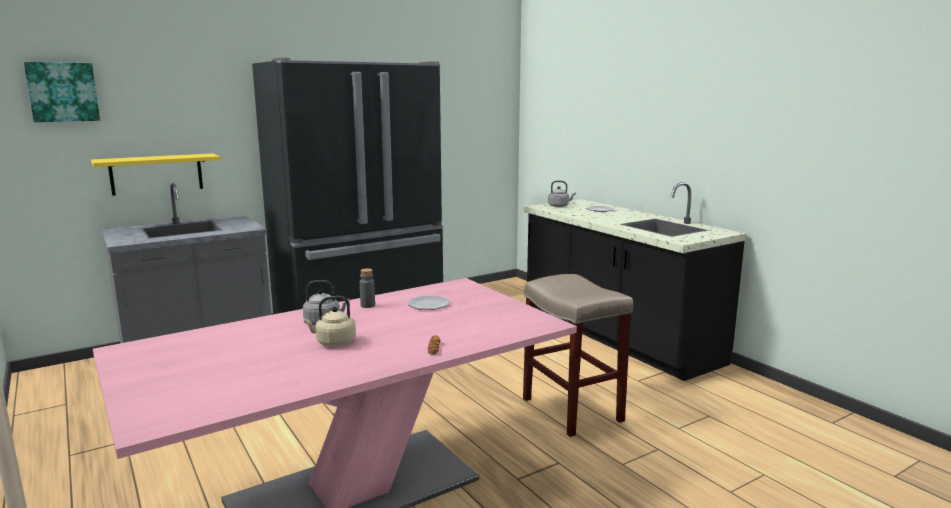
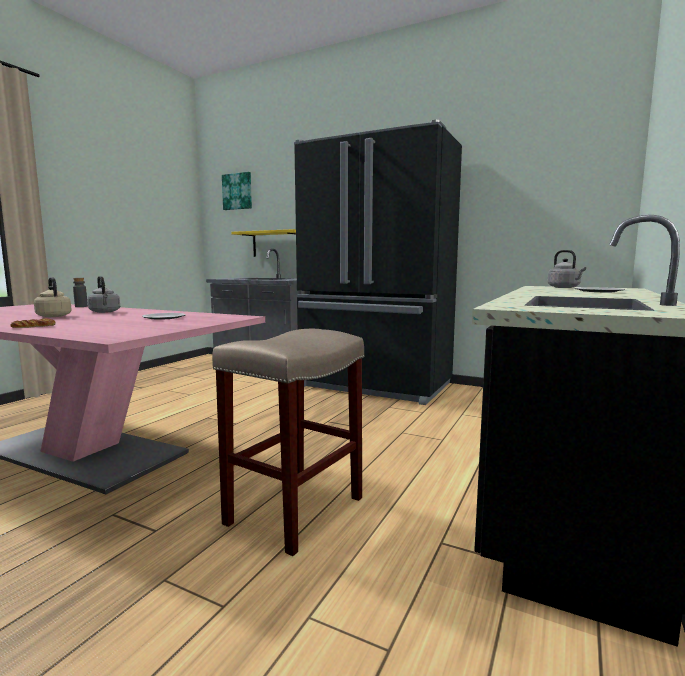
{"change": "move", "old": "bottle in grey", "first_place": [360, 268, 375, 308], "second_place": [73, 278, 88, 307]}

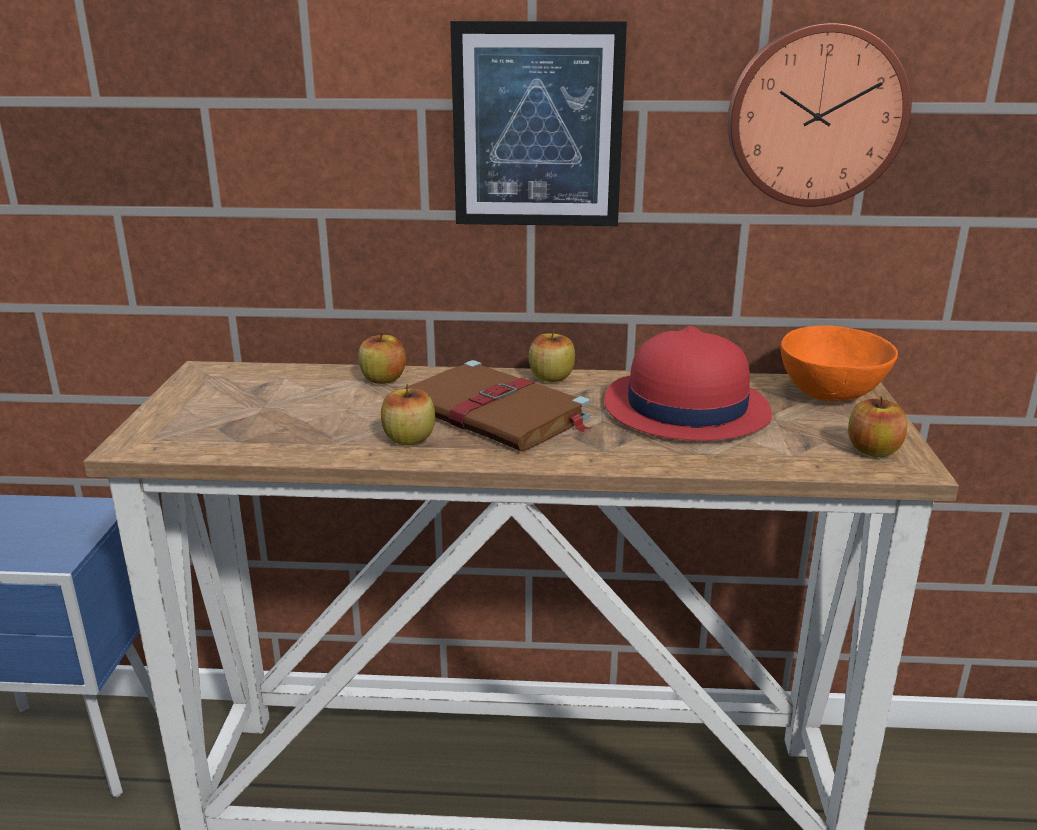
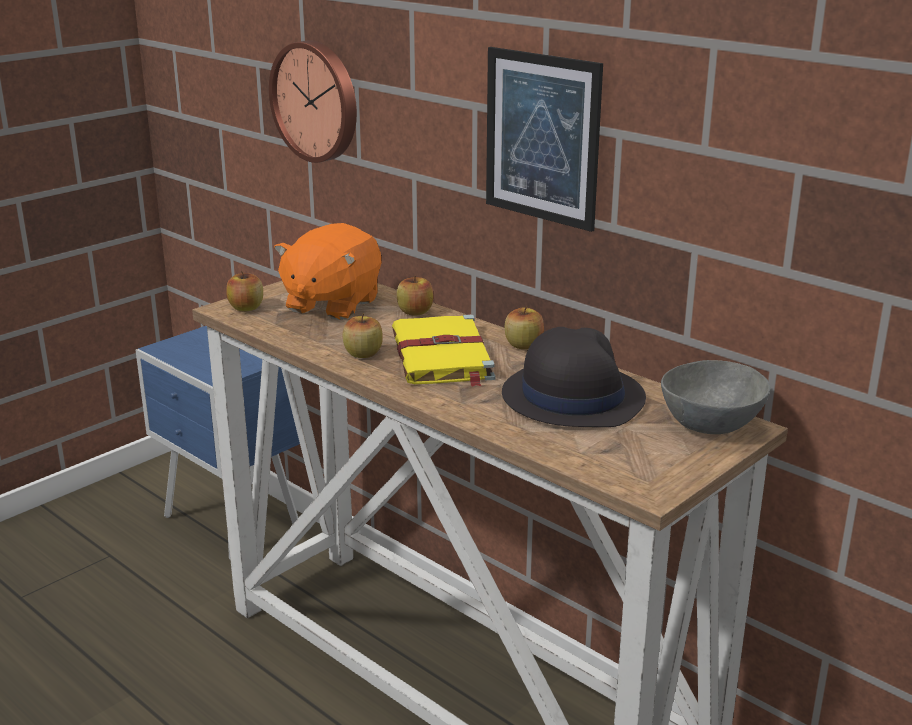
{"change": "recolor", "old": "bound book in brown", "new": "bound book in yellow-coloured", "first_place": [404, 360, 592, 451], "second_place": [392, 314, 495, 387]}
{"change": "recolor", "old": "wearable hat in red", "new": "wearable hat in blackish", "first_place": [604, 326, 772, 441], "second_place": [502, 327, 646, 427]}
{"change": "move", "old": "wall clock", "first_place": [728, 22, 911, 207], "second_place": [269, 40, 357, 163]}
{"change": "recolor", "old": "bowl in orangey", "new": "bowl in grey", "first_place": [780, 325, 898, 402], "second_place": [661, 360, 770, 434]}
{"change": "move", "old": "apple", "first_place": [848, 396, 907, 457], "second_place": [226, 271, 263, 311]}
{"change": "insert", "new": "plush toy in orangey", "second_place": [274, 223, 382, 320]}

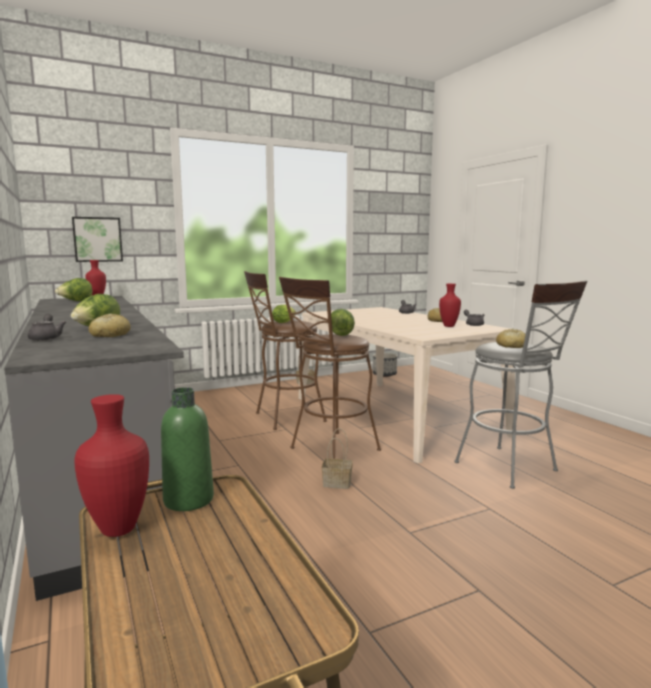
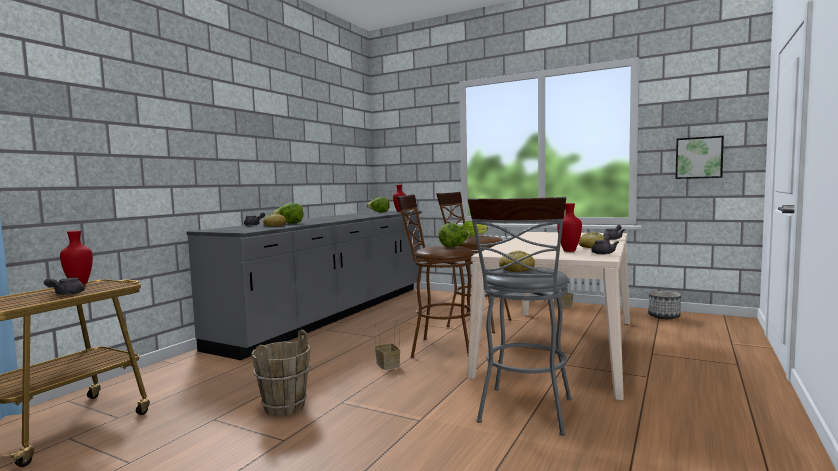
{"change": "move", "old": "wall picture", "first_place": [72, 217, 123, 262], "second_place": [676, 136, 724, 179]}
{"change": "delete", "old": "bottle in green", "first_place": [161, 387, 214, 511]}
{"change": "insert", "new": "pot for tea in grey", "second_place": [44, 278, 85, 295]}
{"change": "insert", "new": "water bucket in brown", "second_place": [251, 330, 311, 416]}

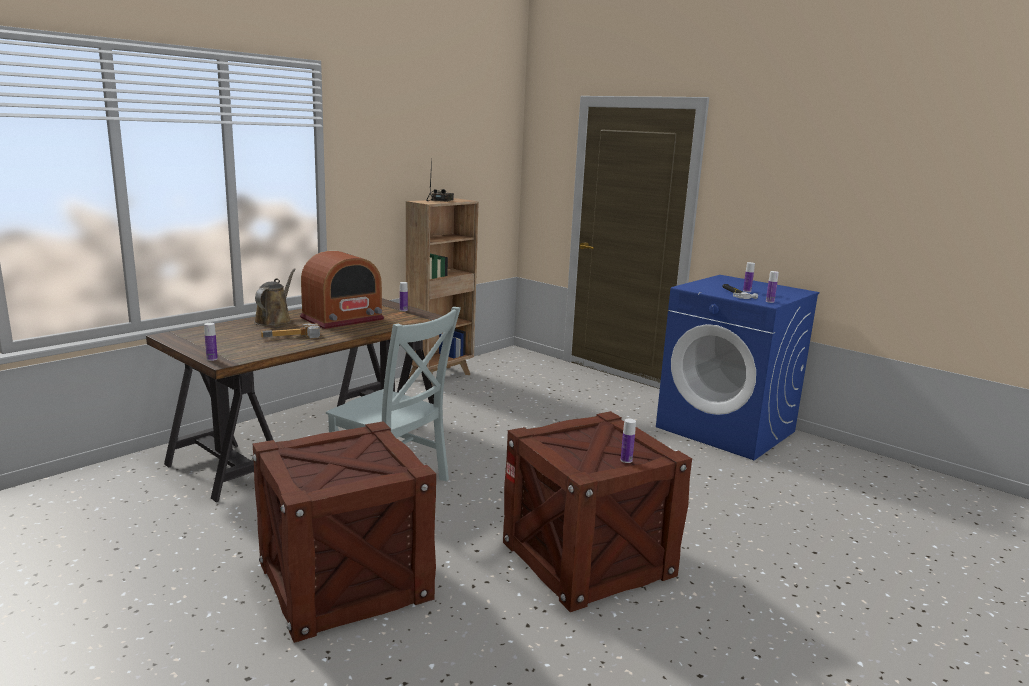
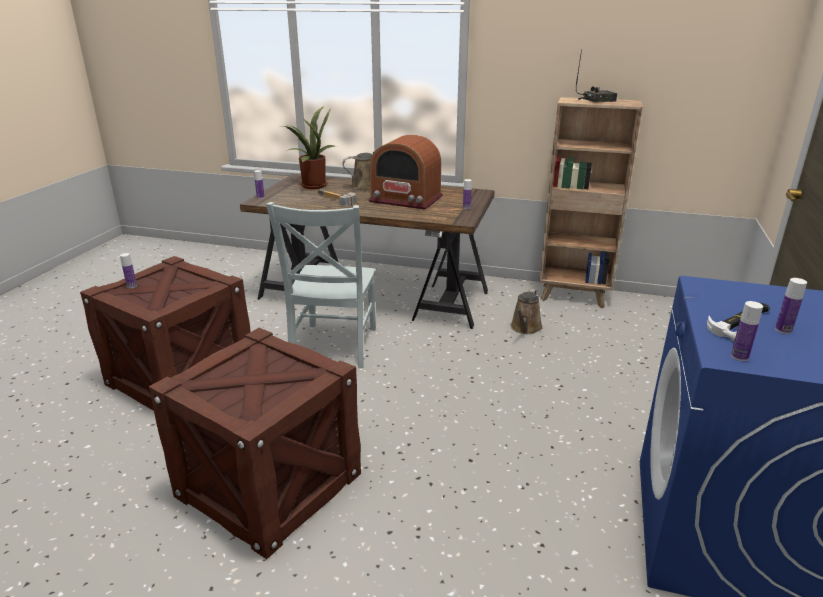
{"change": "move", "old": "bottle", "first_place": [621, 419, 636, 463], "second_place": [120, 253, 137, 288]}
{"change": "insert", "new": "potted plant", "second_place": [279, 106, 335, 189]}
{"change": "insert", "new": "watering can in brown", "second_place": [510, 289, 543, 334]}

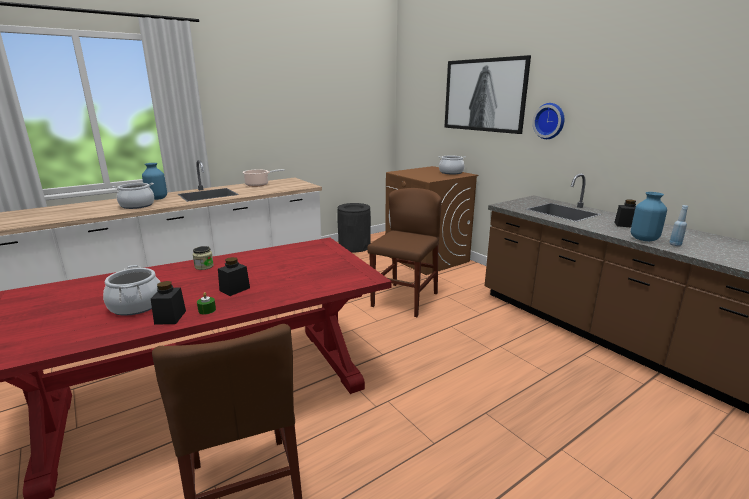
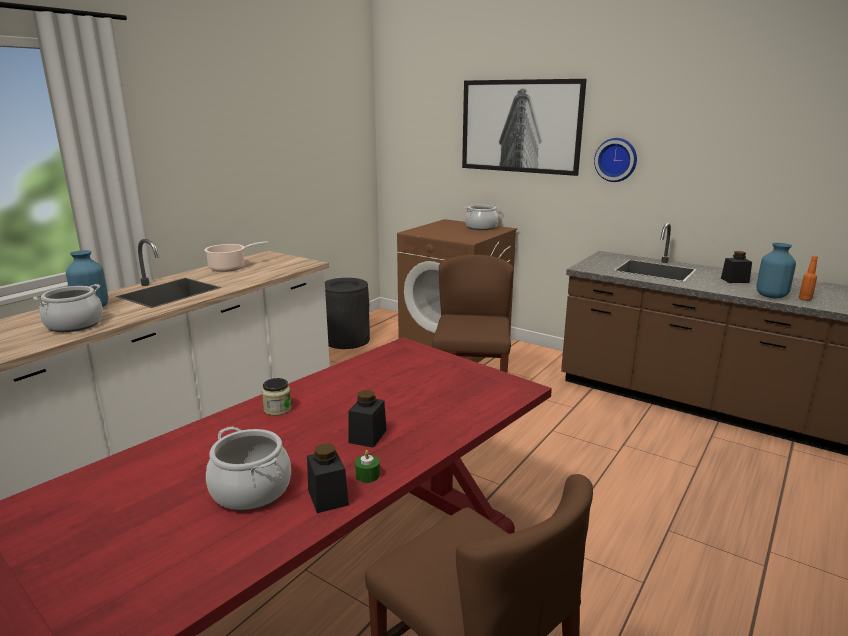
{"change": "recolor", "old": "bottle in blue-coloured", "new": "bottle in orangey", "first_place": [669, 205, 688, 246], "second_place": [799, 256, 818, 301]}

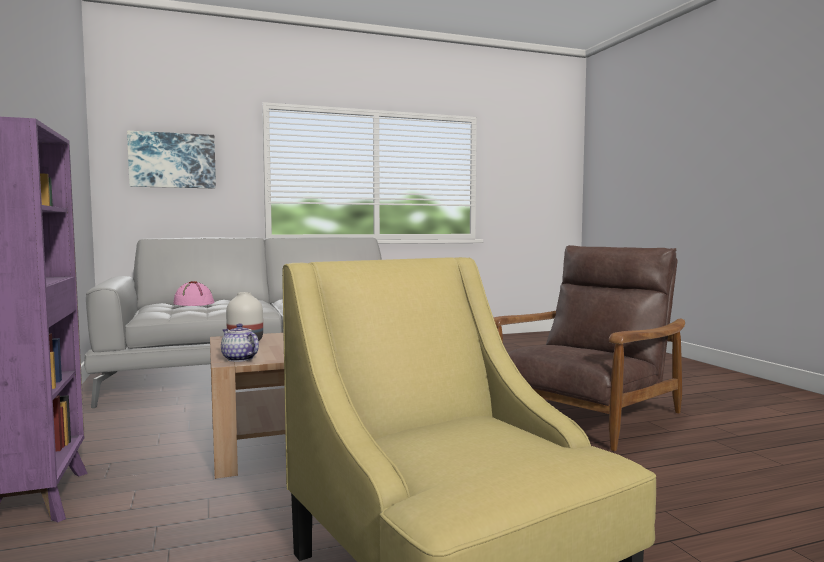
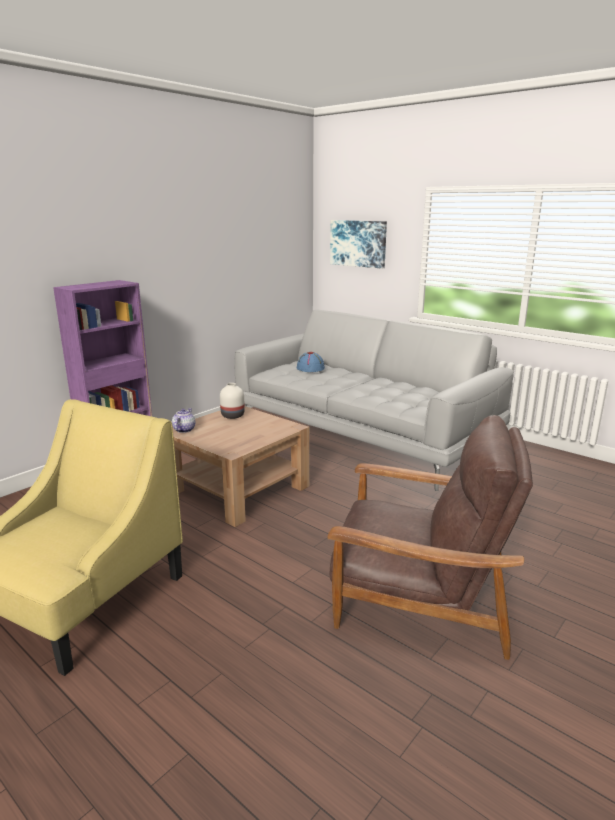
{"change": "recolor", "old": "wearable hat in pink-coloured", "new": "wearable hat in blue-coloured", "first_place": [173, 281, 214, 306], "second_place": [297, 352, 325, 372]}

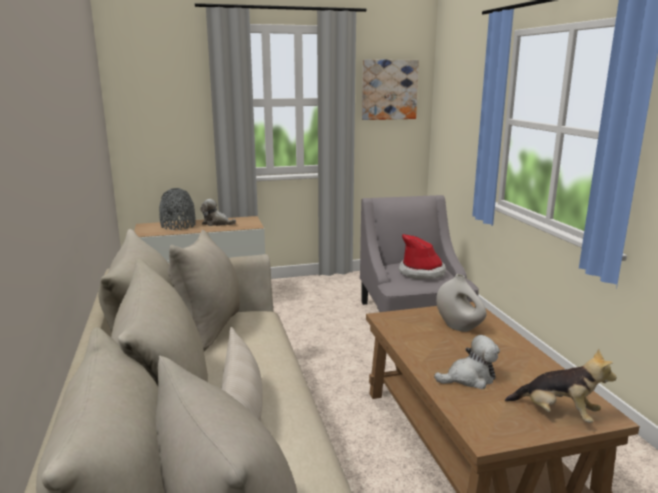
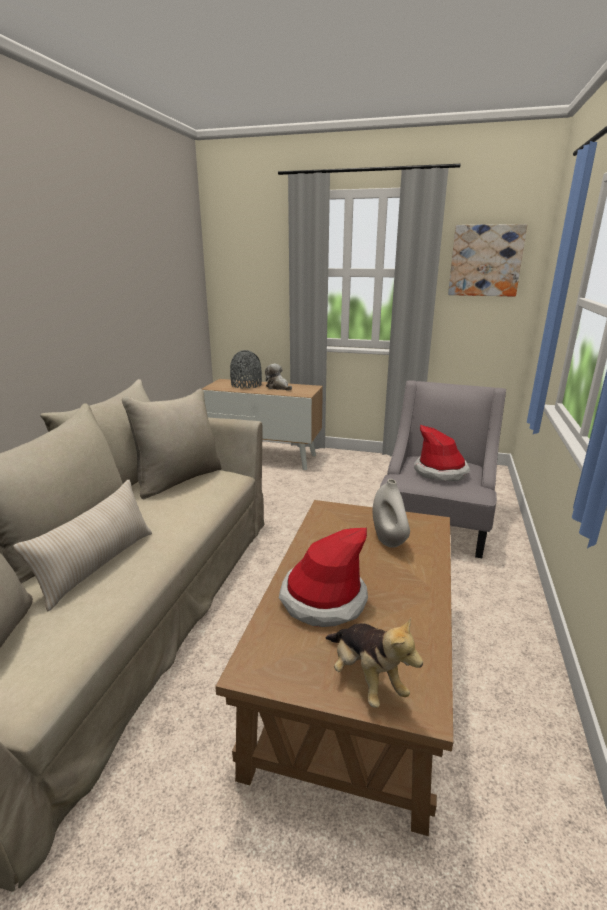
{"change": "replace", "old": "plush toy", "new": "wearable hat", "first_place": [434, 335, 500, 389], "second_place": [279, 528, 368, 627]}

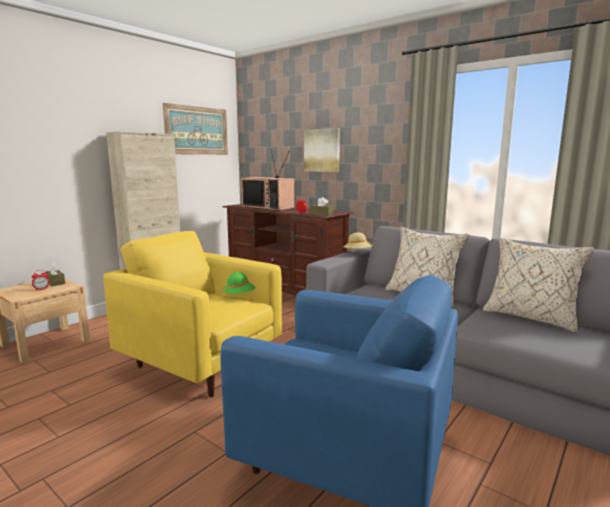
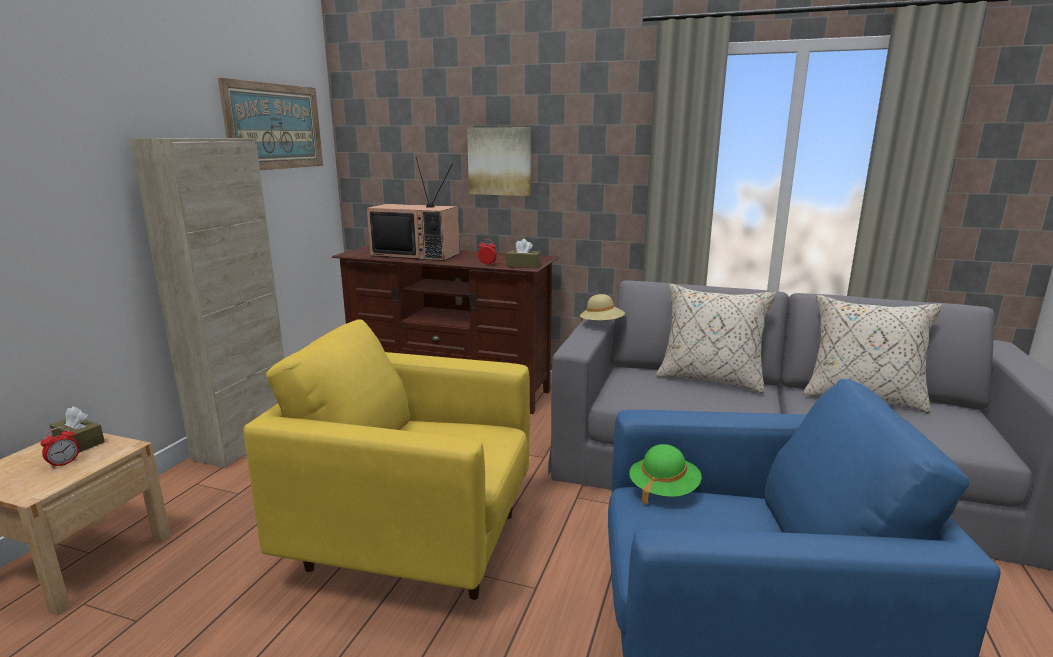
{"change": "move", "old": "wearable hat in green", "first_place": [222, 272, 256, 298], "second_place": [629, 444, 702, 505]}

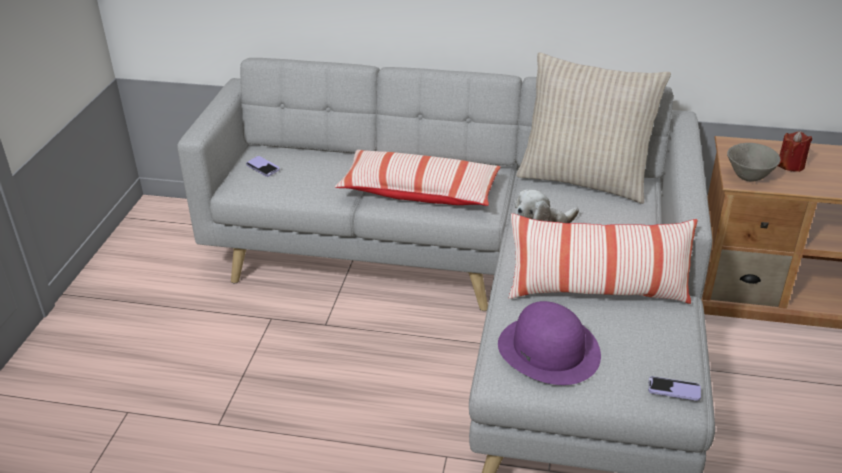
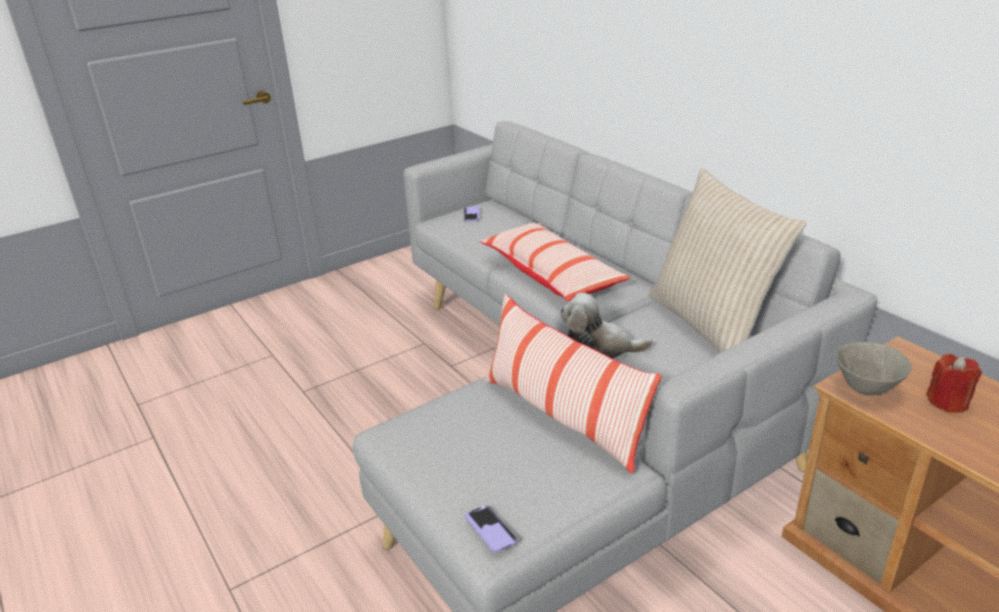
{"change": "delete", "old": "wearable hat in purple-coloured", "first_place": [498, 301, 601, 385]}

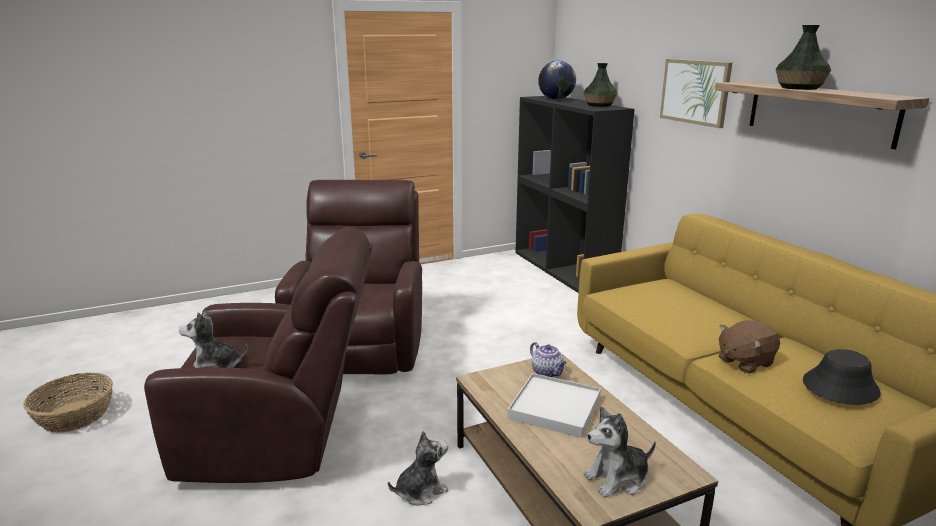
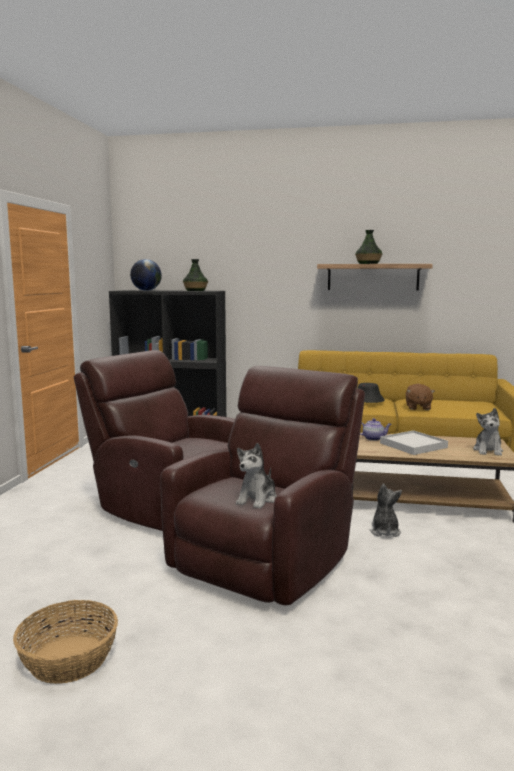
{"change": "delete", "old": "wall picture", "first_place": [660, 59, 732, 128]}
{"change": "move", "old": "wearable hat in blackish", "first_place": [803, 349, 881, 405], "second_place": [358, 383, 385, 403]}

